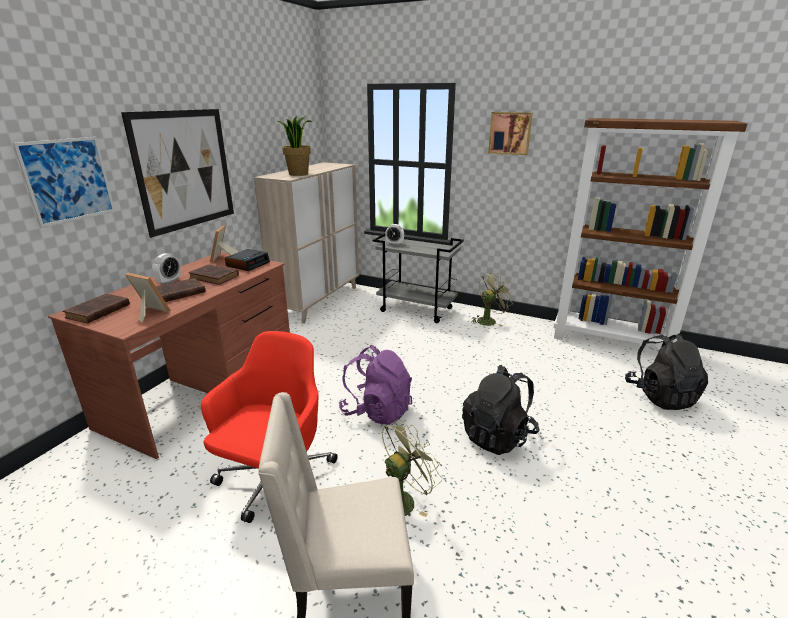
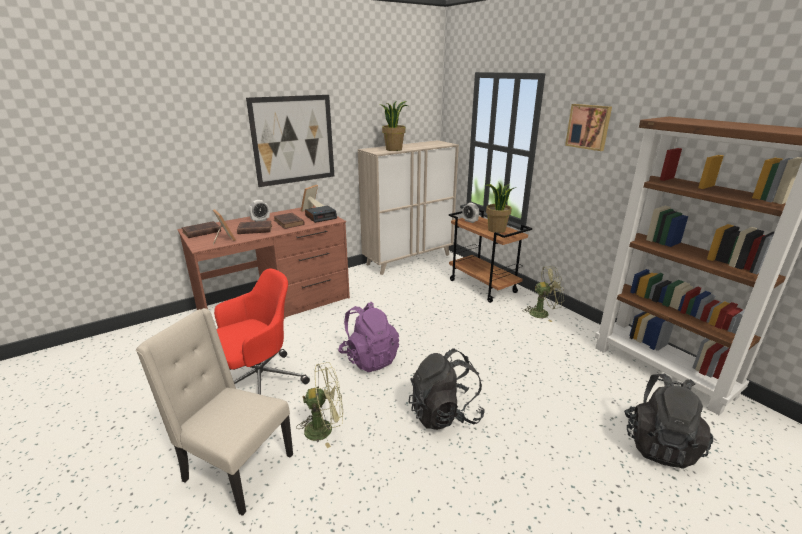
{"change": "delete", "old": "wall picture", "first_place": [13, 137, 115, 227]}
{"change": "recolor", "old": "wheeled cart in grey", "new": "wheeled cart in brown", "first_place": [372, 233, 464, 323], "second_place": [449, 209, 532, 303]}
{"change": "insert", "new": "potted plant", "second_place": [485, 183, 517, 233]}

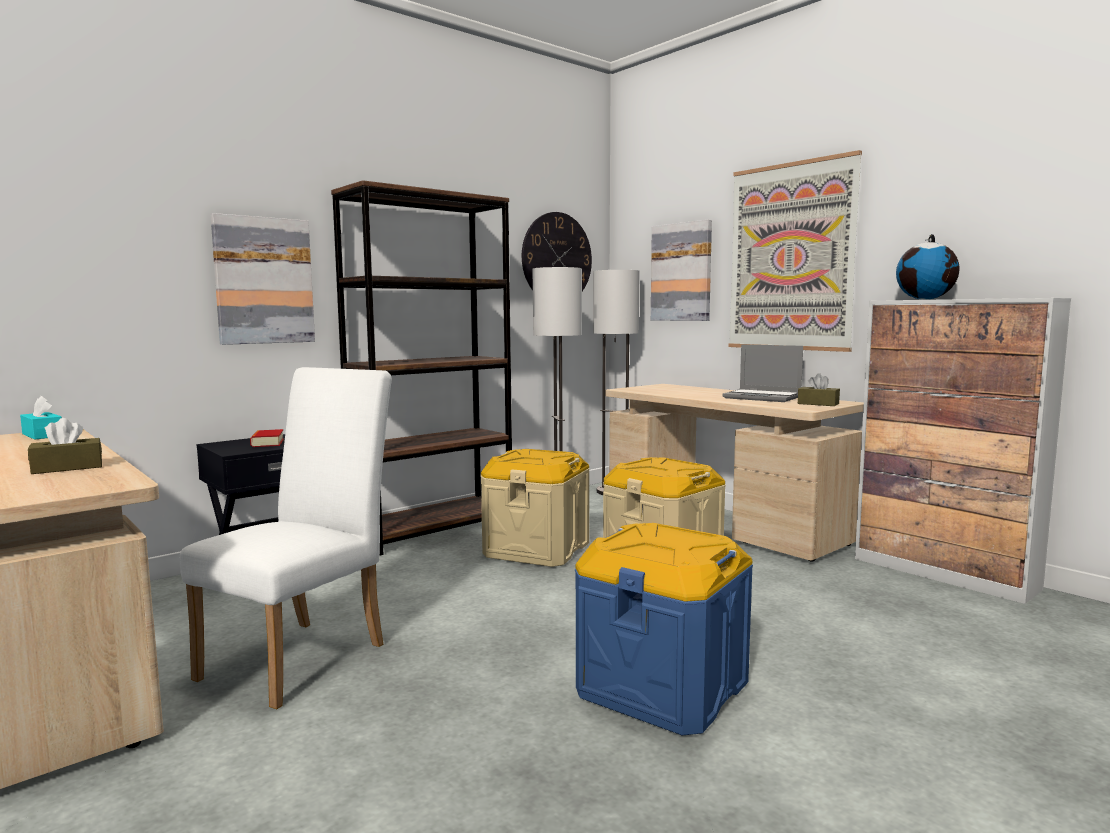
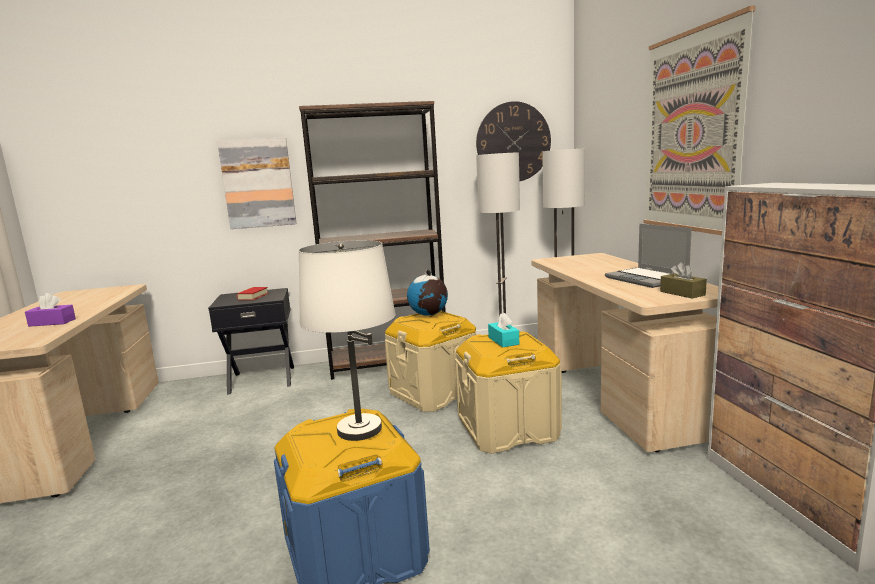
{"change": "move", "old": "tissue box in blue-green", "first_place": [20, 396, 62, 440], "second_place": [488, 313, 519, 347]}
{"change": "recolor", "old": "tissue box in brown", "new": "tissue box in purple-coloured", "first_place": [28, 418, 102, 474], "second_place": [25, 293, 76, 327]}
{"change": "delete", "old": "plain chair in white", "first_place": [179, 367, 392, 709]}
{"change": "delete", "old": "wall picture", "first_place": [651, 220, 712, 321]}
{"change": "move", "old": "globe", "first_place": [896, 234, 959, 300], "second_place": [407, 270, 448, 316]}
{"change": "insert", "new": "lamp for a table in white", "second_place": [299, 240, 396, 441]}

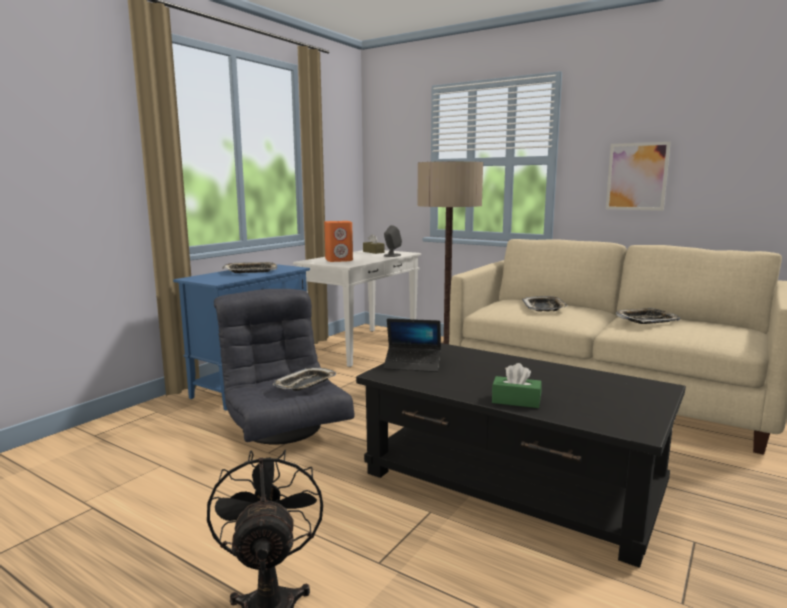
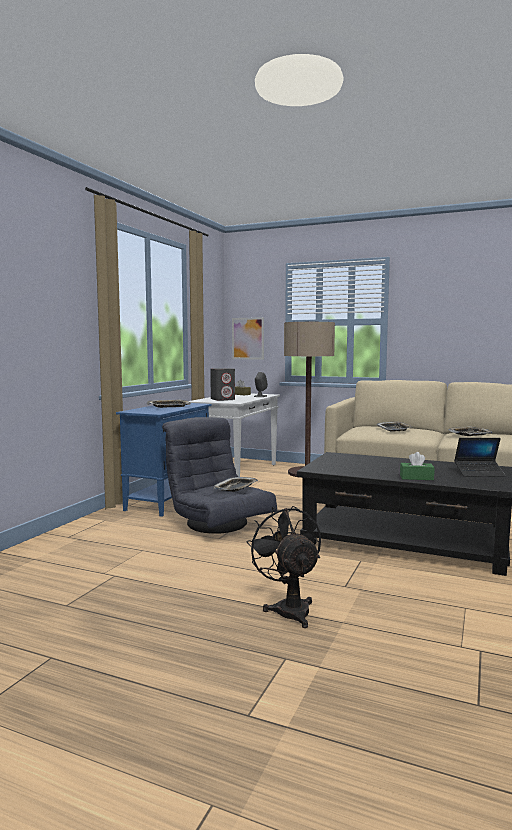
{"change": "recolor", "old": "loudspeaker in orangey", "new": "loudspeaker in grey", "first_place": [324, 221, 353, 262], "second_place": [210, 368, 235, 401]}
{"change": "move", "old": "notebook computer", "first_place": [383, 318, 441, 372], "second_place": [454, 438, 506, 477]}
{"change": "move", "old": "wall picture", "first_place": [606, 142, 671, 211], "second_place": [232, 317, 264, 360]}

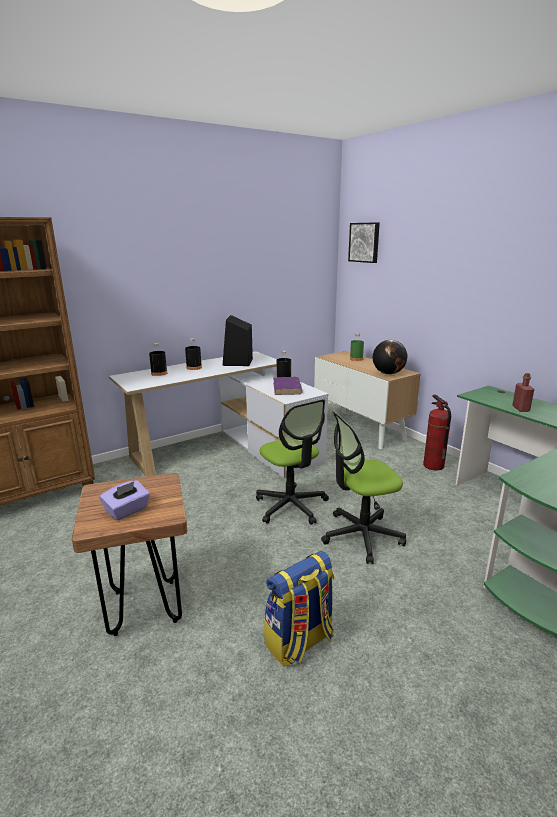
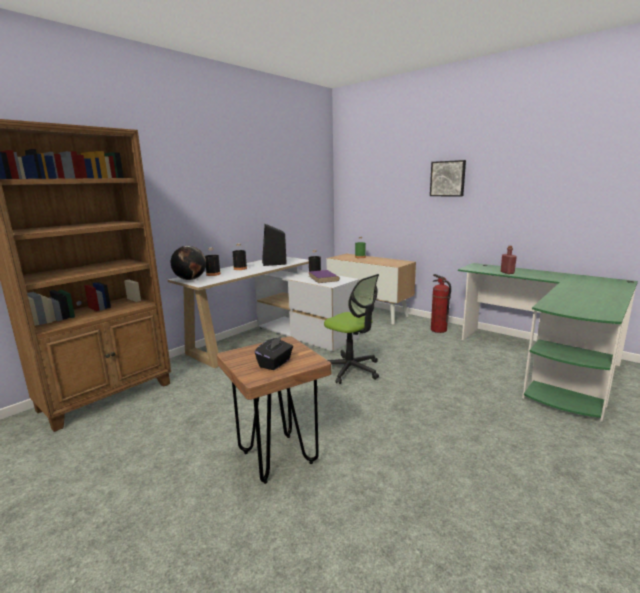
{"change": "recolor", "old": "tissue box in purple-coloured", "new": "tissue box in blackish", "first_place": [100, 480, 150, 521], "second_place": [255, 336, 293, 370]}
{"change": "delete", "old": "backpack", "first_place": [264, 551, 334, 667]}
{"change": "delete", "old": "office chair", "first_place": [321, 411, 406, 564]}
{"change": "move", "old": "wall picture", "first_place": [348, 222, 380, 263], "second_place": [430, 160, 466, 196]}
{"change": "move", "old": "globe", "first_place": [373, 340, 408, 374], "second_place": [171, 246, 206, 280]}

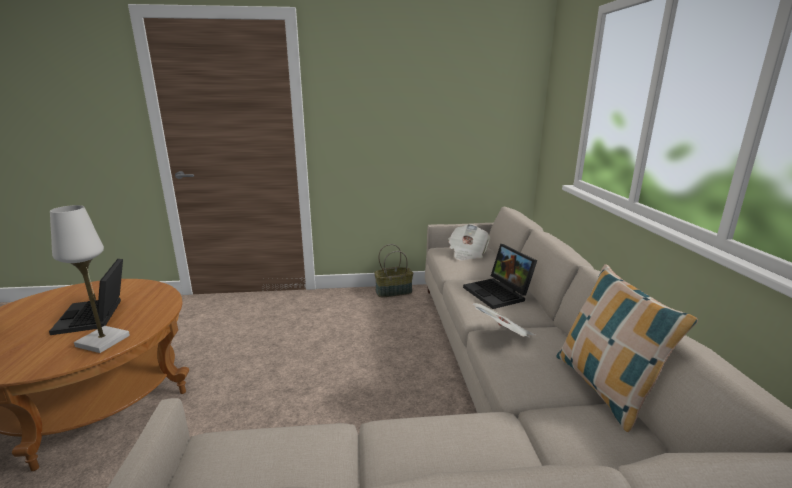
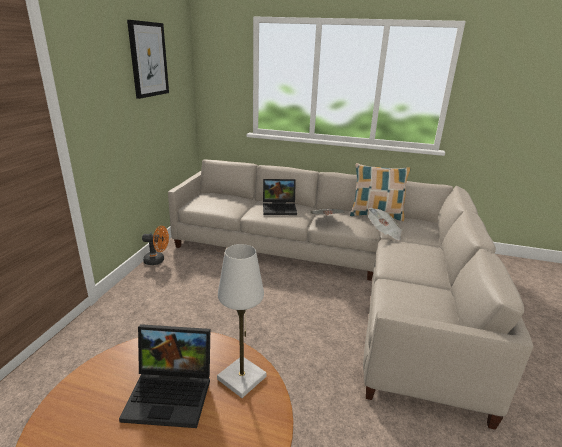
{"change": "replace", "old": "basket", "new": "fan in orangey", "first_place": [374, 244, 413, 297], "second_place": [142, 226, 169, 265]}
{"change": "move", "old": "printed paper", "first_place": [448, 224, 491, 261], "second_place": [368, 208, 402, 241]}
{"change": "insert", "new": "wall picture", "second_place": [127, 20, 169, 99]}

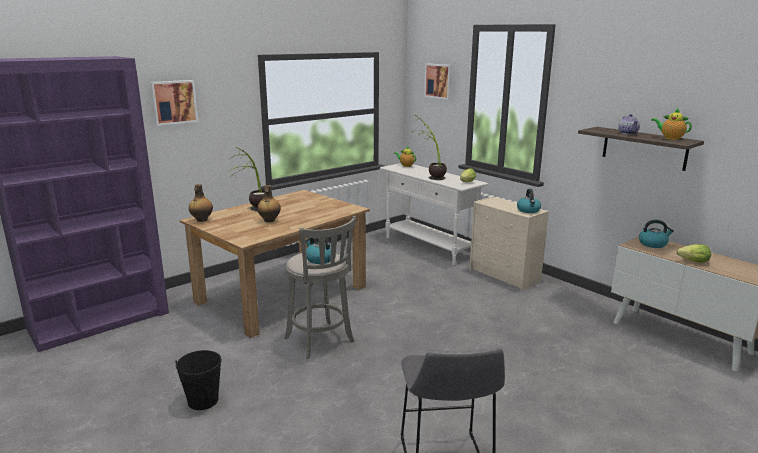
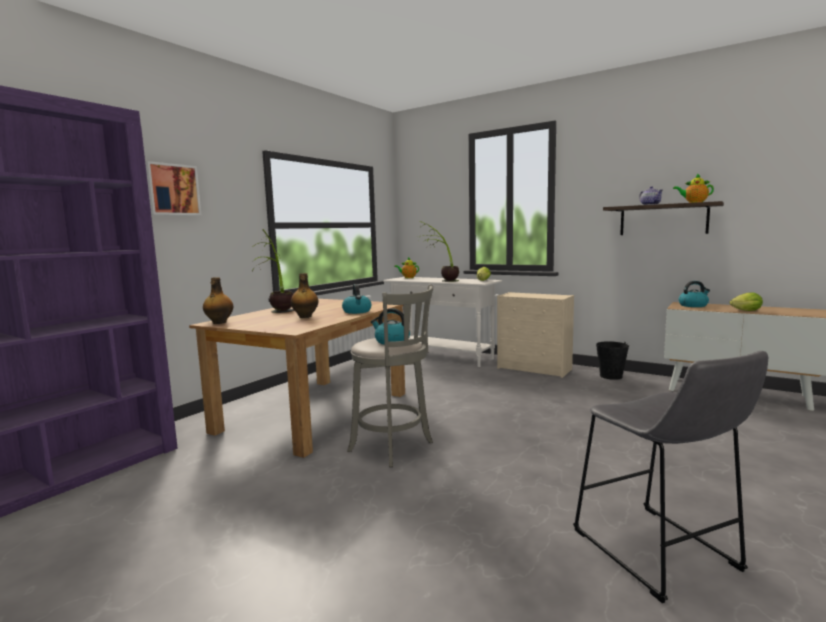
{"change": "move", "old": "water bucket in blackish", "first_place": [175, 350, 221, 410], "second_place": [596, 341, 629, 380]}
{"change": "delete", "old": "wall picture", "first_place": [424, 64, 452, 100]}
{"change": "move", "old": "water kettle", "first_place": [517, 189, 541, 213], "second_place": [342, 284, 371, 314]}

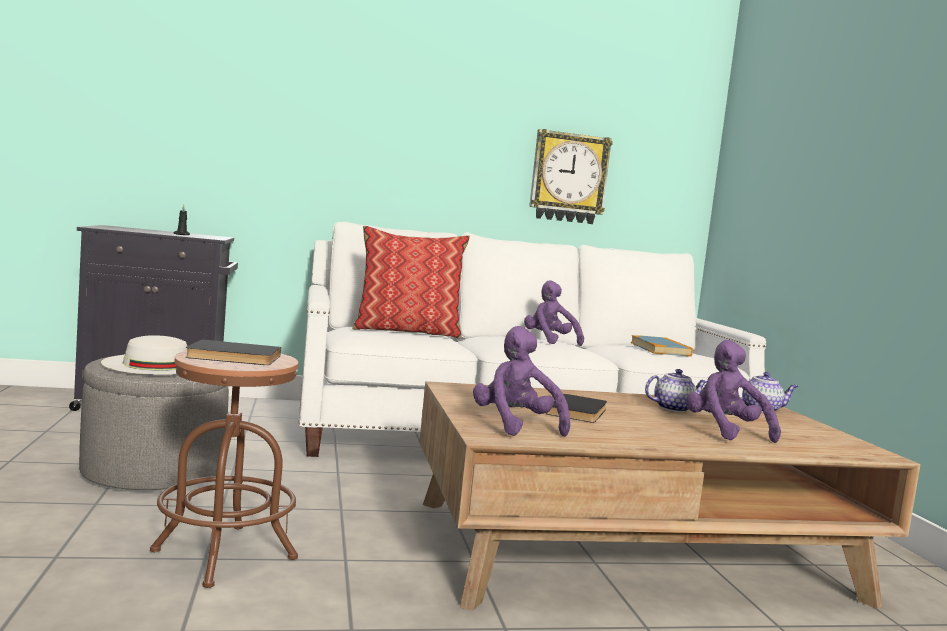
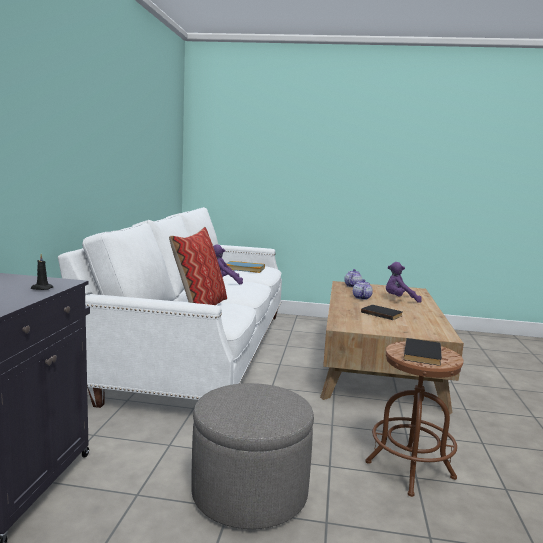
{"change": "delete", "old": "wearable hat in white", "first_place": [101, 335, 187, 375]}
{"change": "delete", "old": "plush toy in purple-coloured", "first_place": [473, 326, 570, 437]}
{"change": "delete", "old": "wall clock", "first_place": [529, 129, 613, 224]}

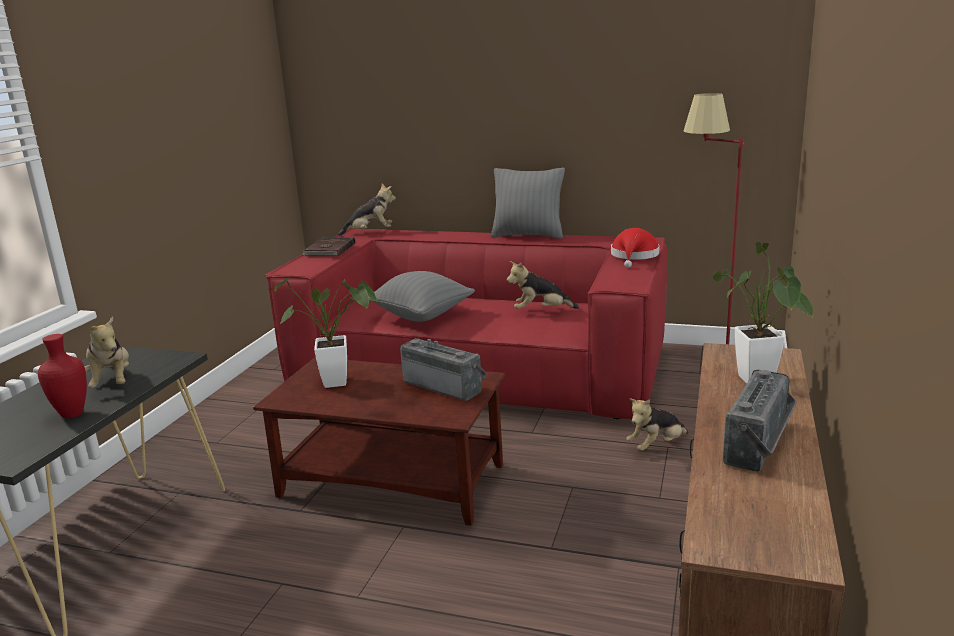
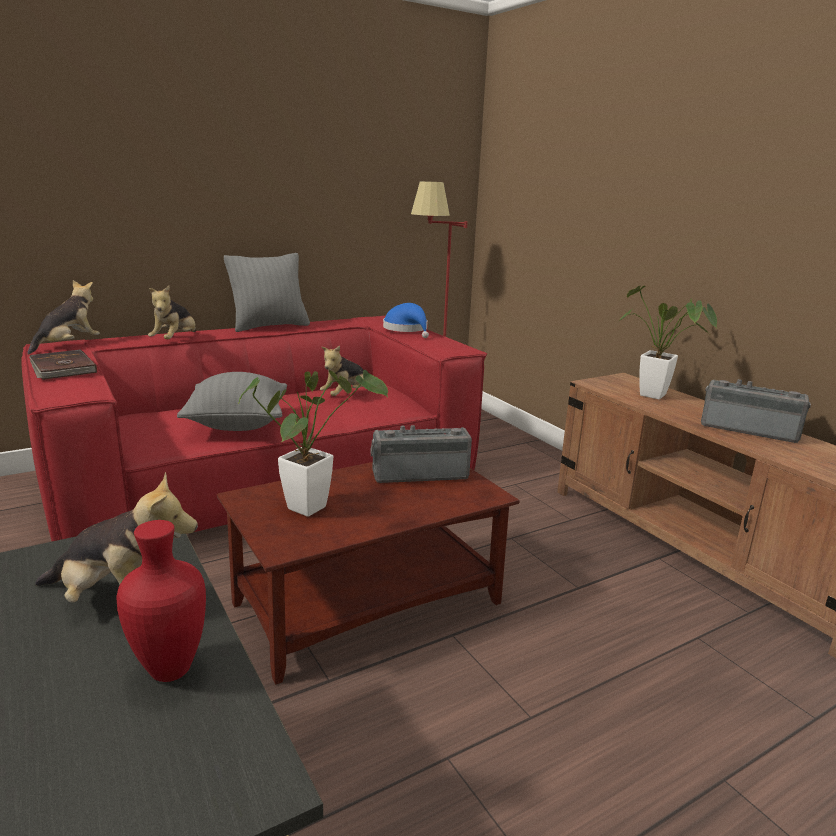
{"change": "recolor", "old": "wearable hat in red", "new": "wearable hat in blue-coloured", "first_place": [611, 228, 660, 268], "second_place": [383, 303, 429, 338]}
{"change": "move", "old": "plush toy", "first_place": [626, 399, 688, 451], "second_place": [148, 286, 196, 339]}
{"change": "rotate", "old": "radio", "first_place": [723, 370, 797, 472], "second_place": [701, 379, 811, 443], "degrees": -45}

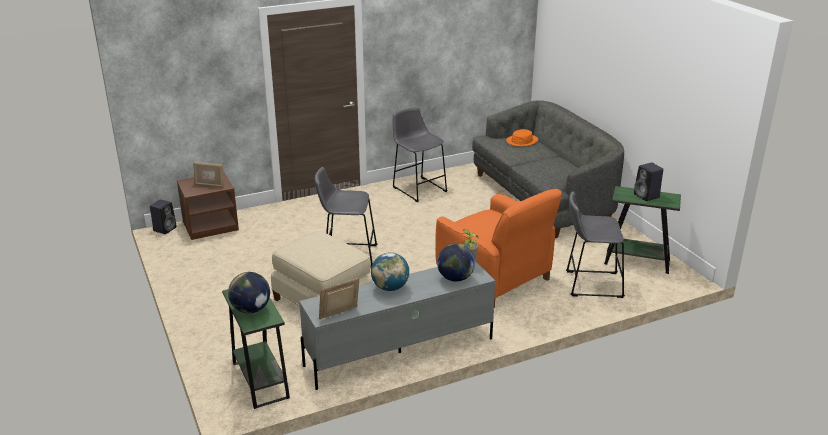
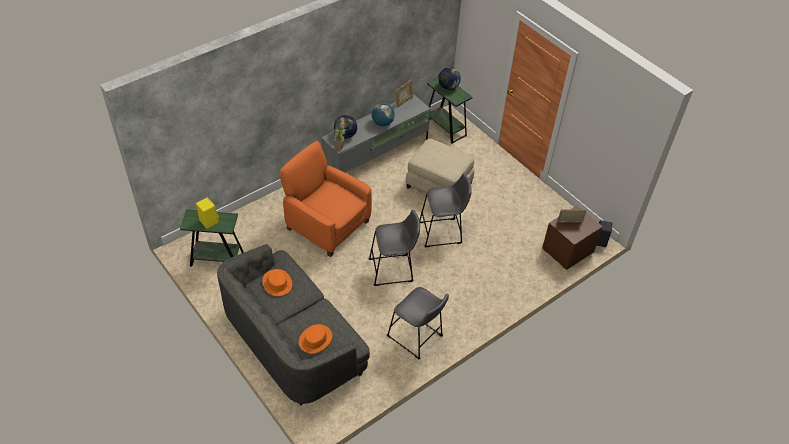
{"change": "move", "old": "stool seat in grey", "first_place": [566, 192, 625, 298], "second_place": [369, 210, 420, 286]}
{"change": "recolor", "old": "loudspeaker in blackish", "new": "loudspeaker in yellow-coloured", "first_place": [634, 162, 663, 201], "second_place": [196, 198, 219, 229]}
{"change": "insert", "new": "wearable hat in orangey", "second_place": [263, 269, 292, 296]}

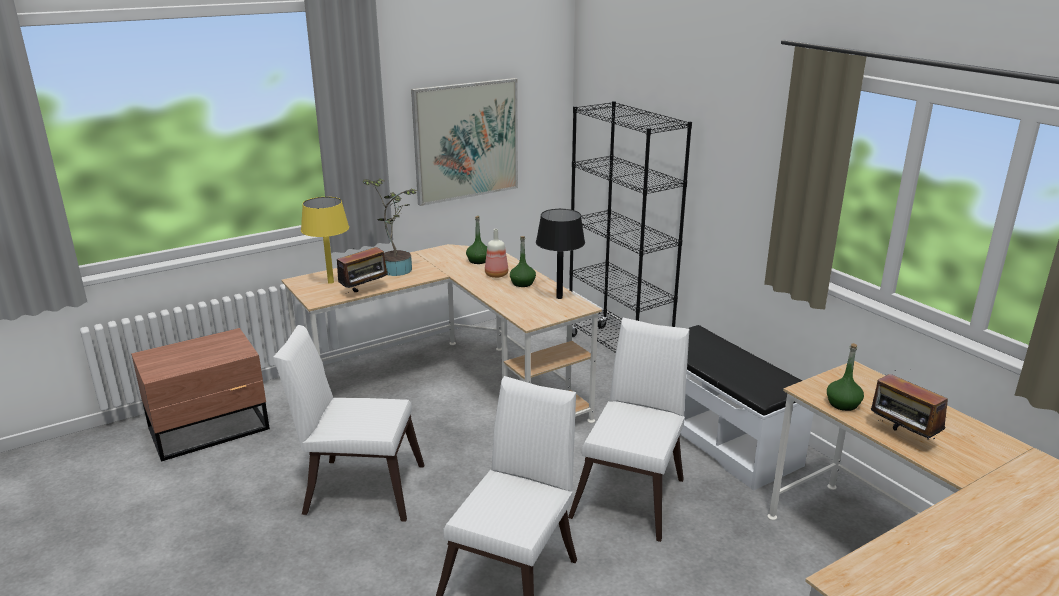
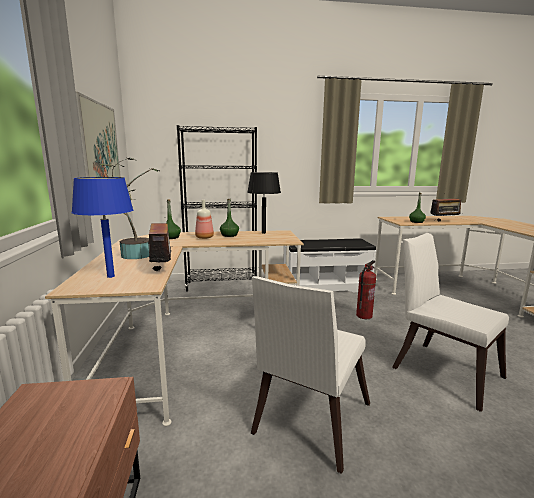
{"change": "recolor", "old": "lamp for a table in yellow-coloured", "new": "lamp for a table in blue-coloured", "first_place": [301, 197, 349, 284], "second_place": [71, 177, 133, 278]}
{"change": "replace", "old": "plain chair in white", "new": "extinguisher", "first_place": [568, 317, 689, 542], "second_place": [356, 260, 376, 319]}

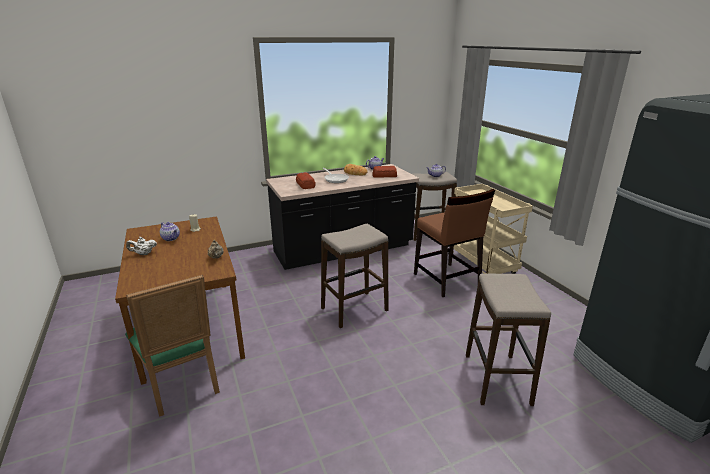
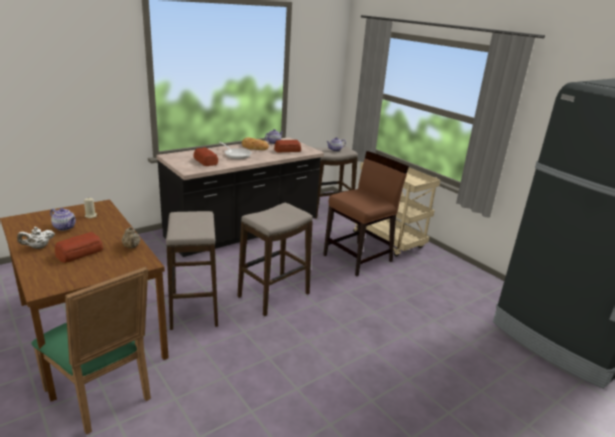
{"change": "rotate", "old": "plain chair in brown", "first_place": [414, 189, 495, 297], "second_place": [323, 151, 409, 276], "degrees": -90}
{"change": "move", "old": "stool seat", "first_place": [466, 274, 551, 406], "second_place": [166, 211, 218, 330]}
{"change": "insert", "new": "bread", "second_place": [55, 232, 103, 263]}

